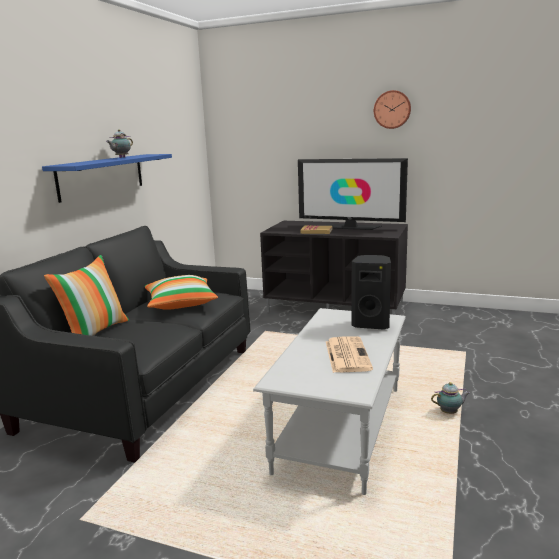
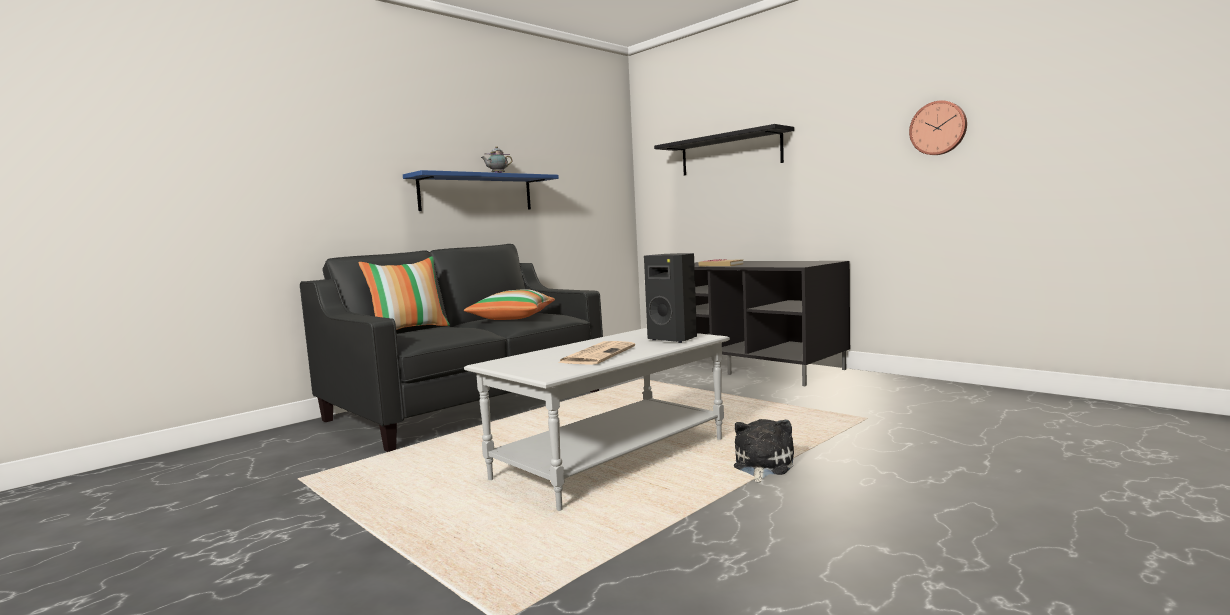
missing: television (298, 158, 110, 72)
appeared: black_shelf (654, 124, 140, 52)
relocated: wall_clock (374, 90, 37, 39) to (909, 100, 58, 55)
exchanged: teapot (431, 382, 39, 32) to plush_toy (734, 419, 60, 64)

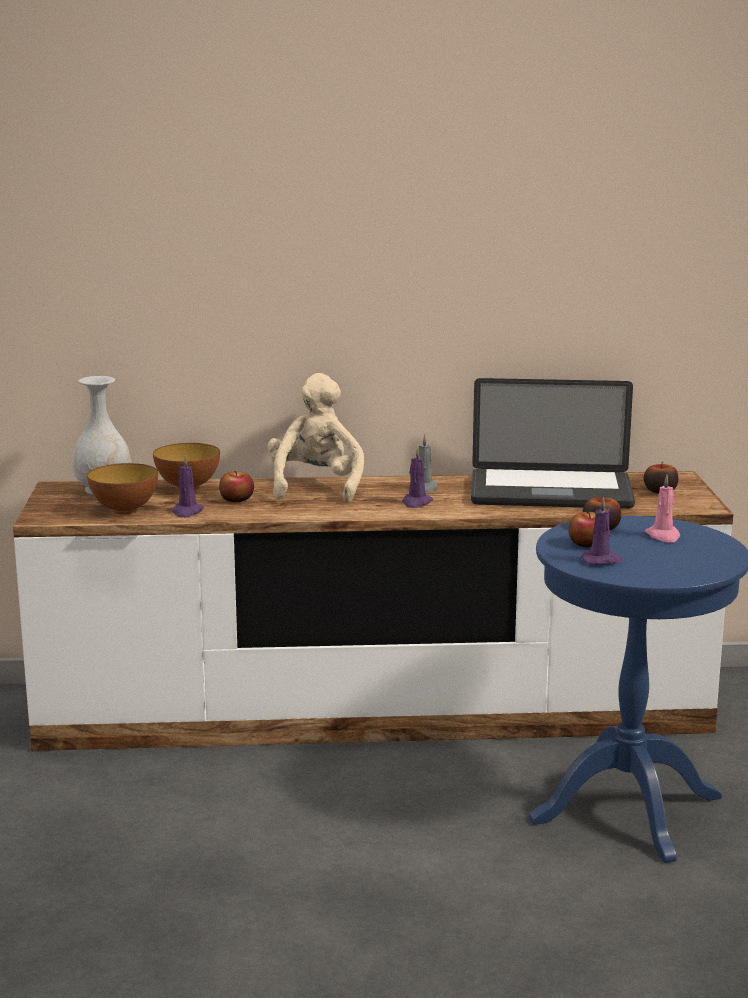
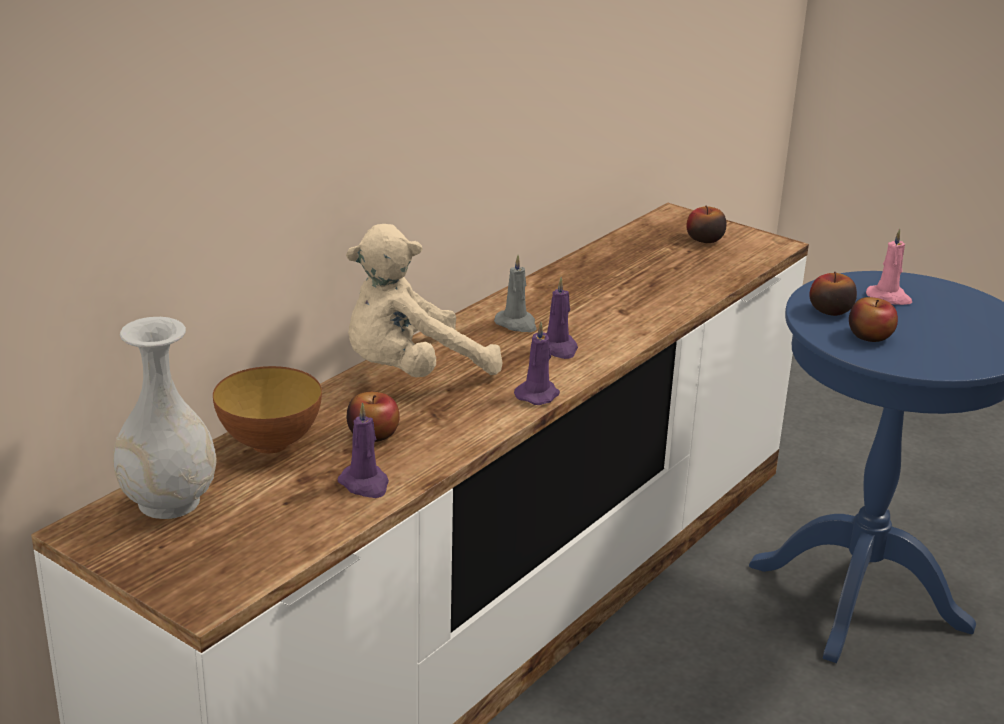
missing: bowl (87, 463, 71, 52); laptop (471, 378, 164, 131)
relocated: purple_candle (581, 497, 41, 68) to (514, 322, 46, 83)
spun: beige_plush_toy (267, 373, 97, 130) = (346, 224, 156, 153) 75 degrees counterclockwise

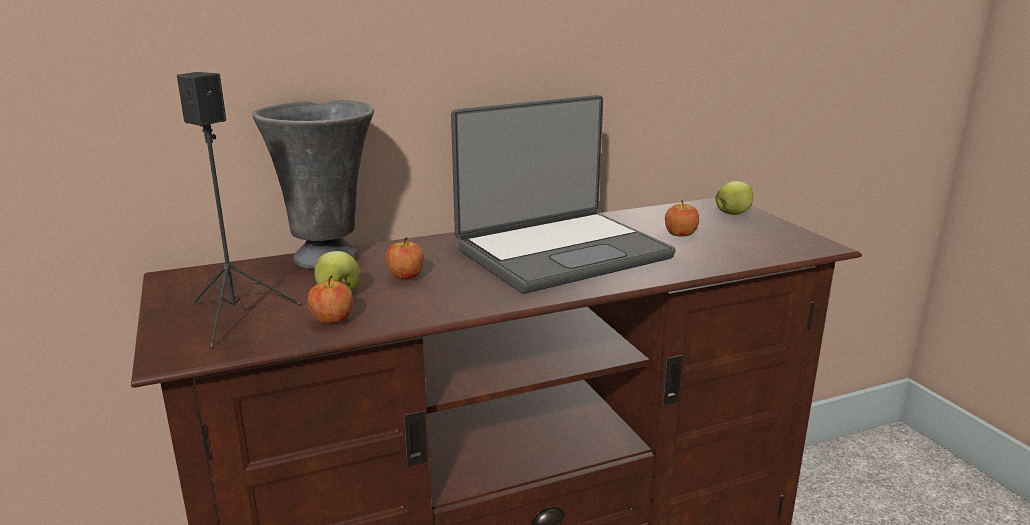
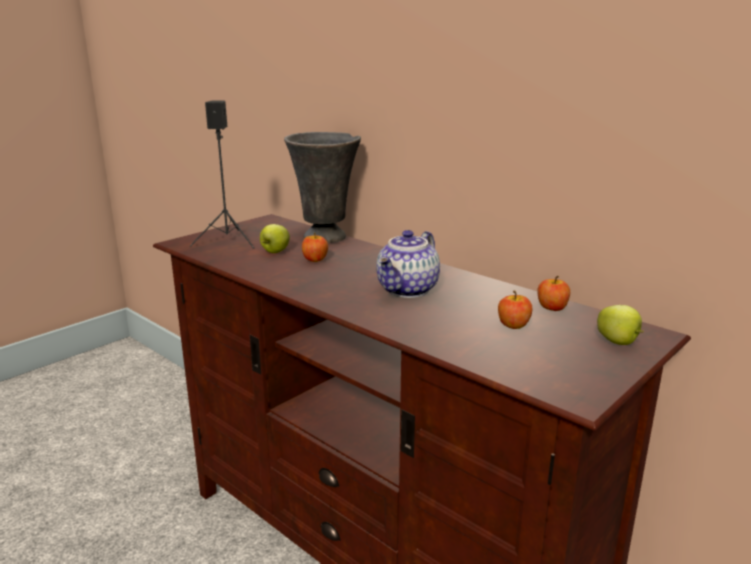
relocated: apple (308, 275, 45, 49) to (537, 276, 33, 35)
exchanged: laptop (451, 95, 225, 199) to teapot (376, 230, 64, 68)

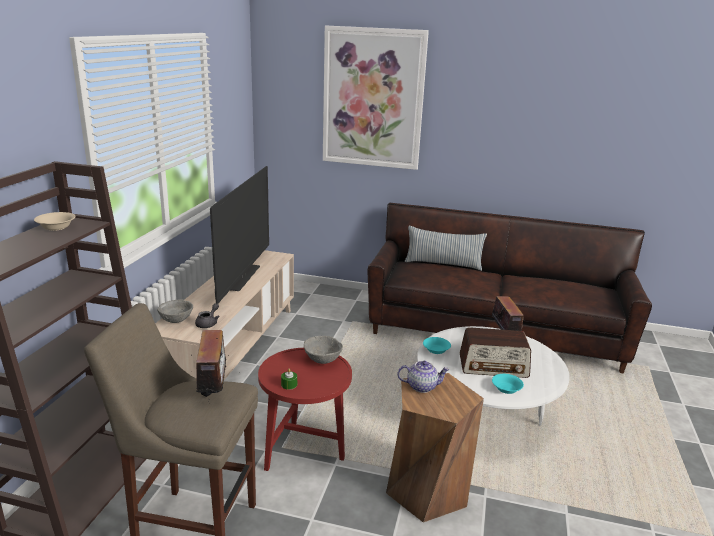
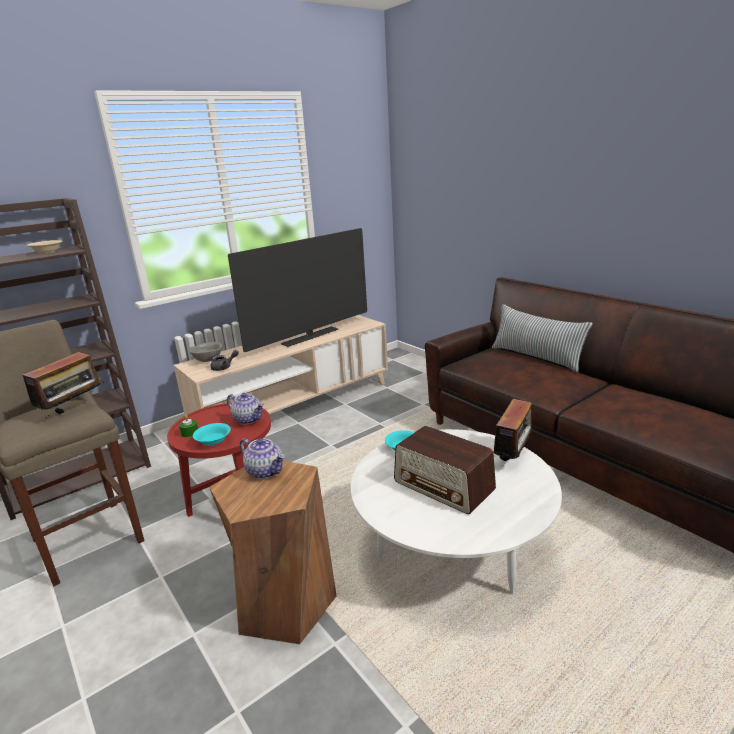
missing: picture (323, 26, 106, 144)
relocated: turquoise_bowl (492, 374, 32, 20) to (193, 423, 38, 22)
exchanged: grey_bowl (304, 336, 39, 28) to teapot (227, 393, 37, 32)

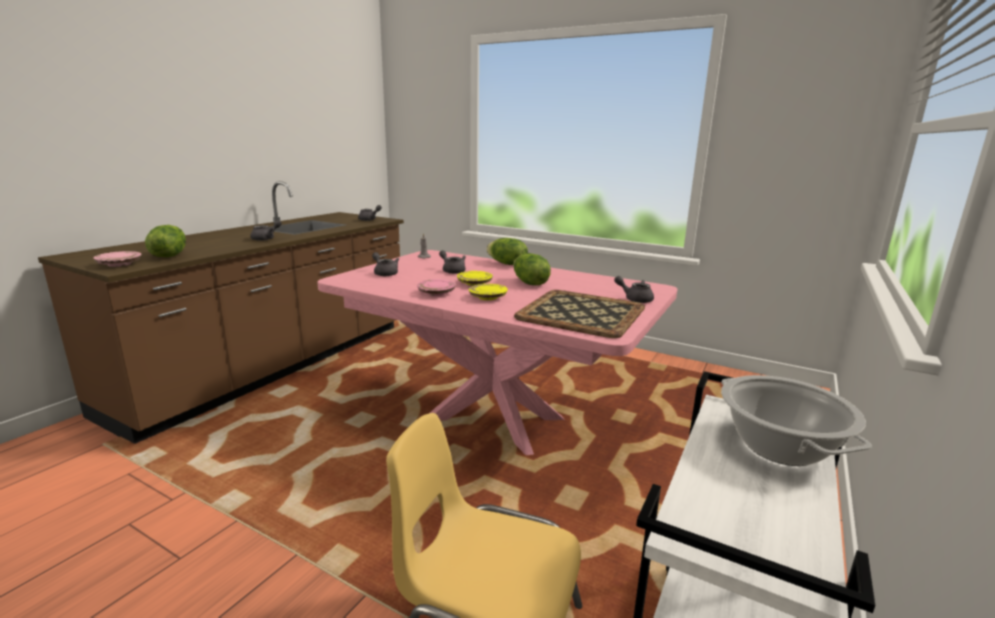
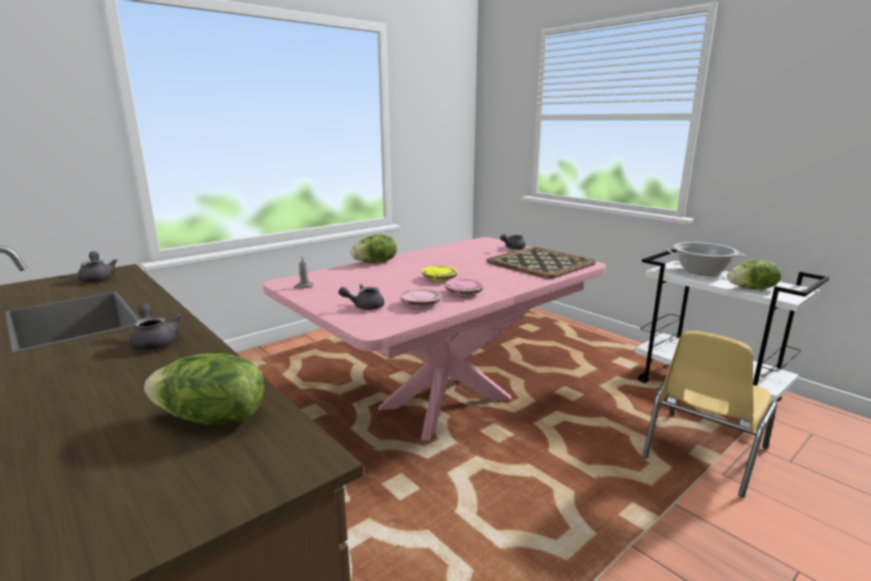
missing: grey_teapot (439, 250, 27, 24); yellow_plate (468, 284, 40, 16)
relocated: pink_plate (93, 251, 48, 16) to (400, 289, 42, 19); lettuce (513, 253, 38, 32) to (727, 259, 55, 31)

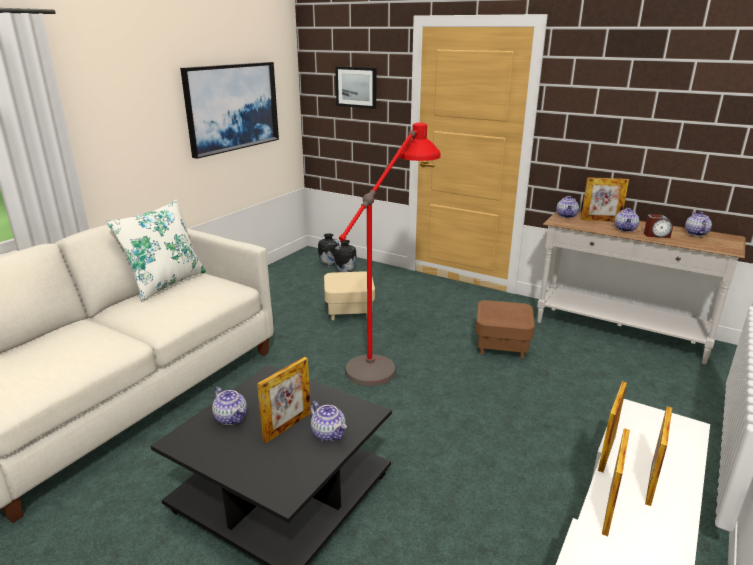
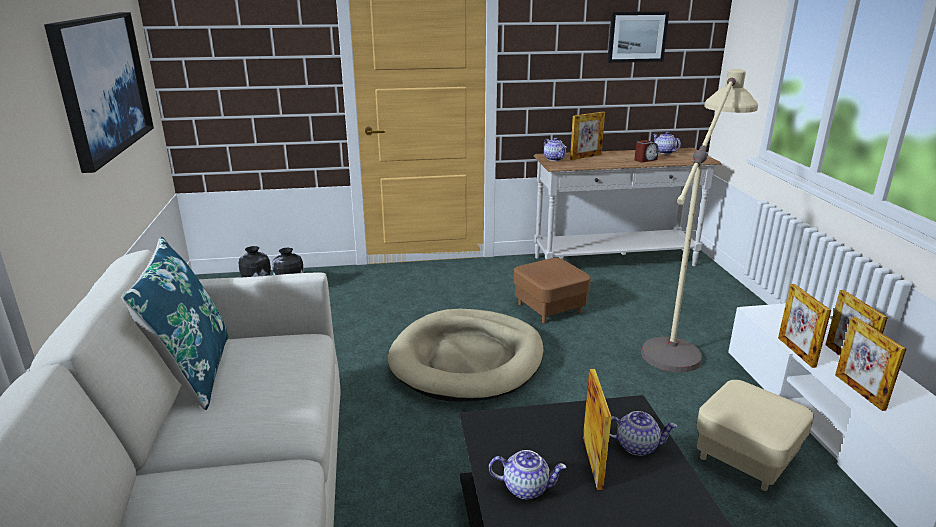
missing: teapot (614, 208, 25, 24)
appeared: beige_floor_lamp (641, 69, 117, 303)
relocated: beige_ottoman (324, 271, 51, 49) to (696, 380, 118, 111); picture (335, 66, 41, 43) to (607, 11, 62, 52)
exchanged: red_floor_lamp (339, 122, 102, 264) to beige_dog_bed (388, 309, 156, 93)
colour: white_pillow (106, 200, 100, 102) to blue_pillow (121, 237, 108, 173)

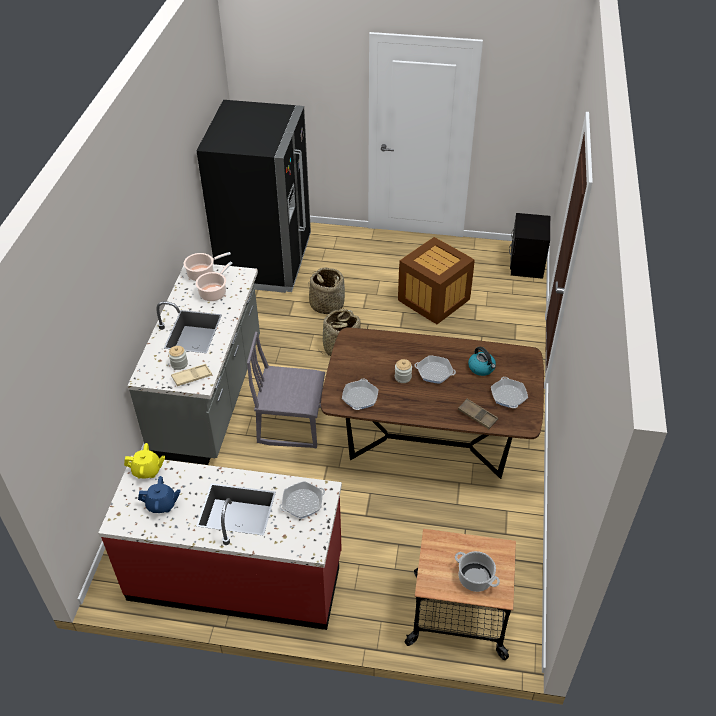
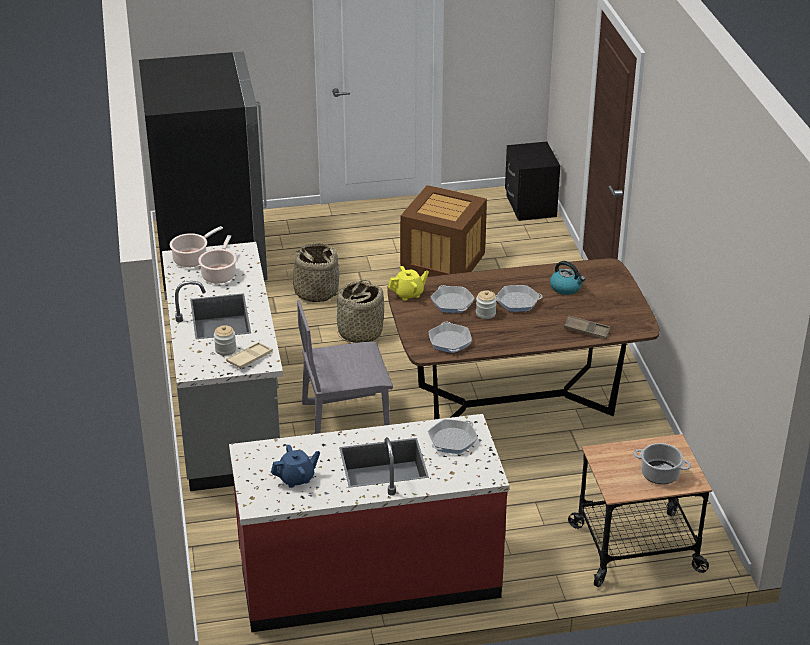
relocated: yellow_teapot (124, 443, 41, 35) to (388, 266, 41, 35); frying_pan (491, 377, 37, 31) to (431, 285, 44, 28)

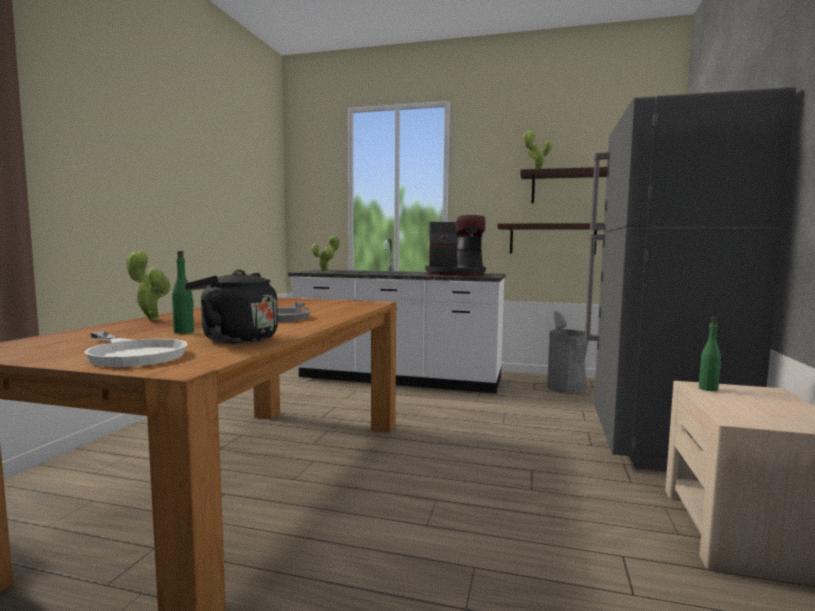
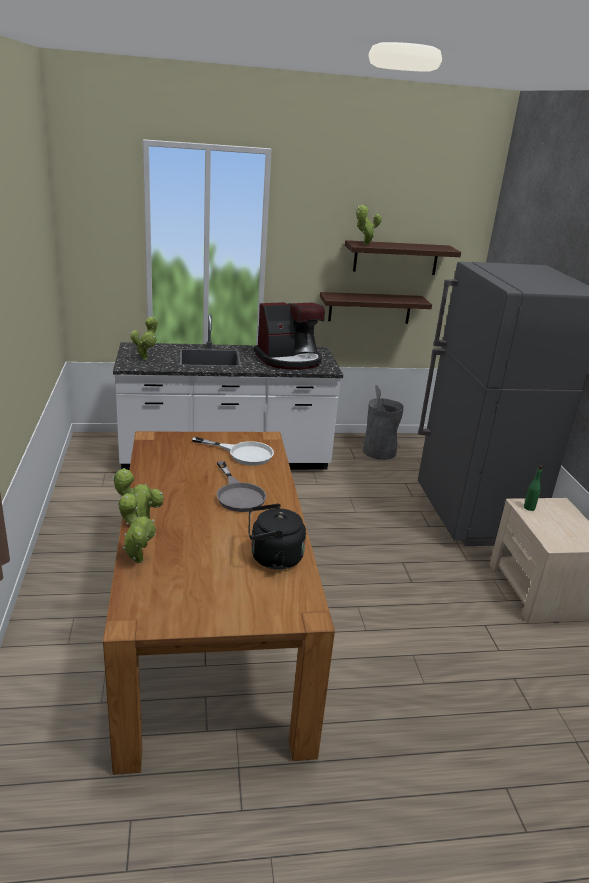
missing: green_bottle (172, 251, 22, 83)
appeared: potted_plant (118, 493, 38, 70)
relocated: white_frying_pan (84, 331, 104, 36) to (192, 437, 82, 28)

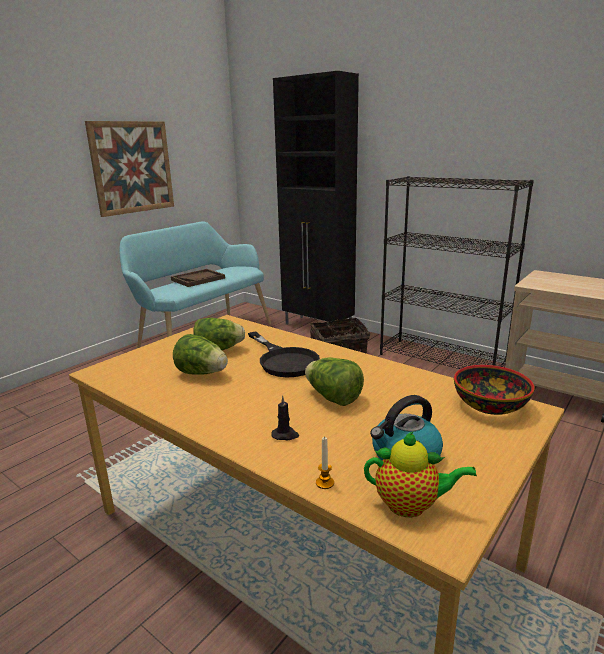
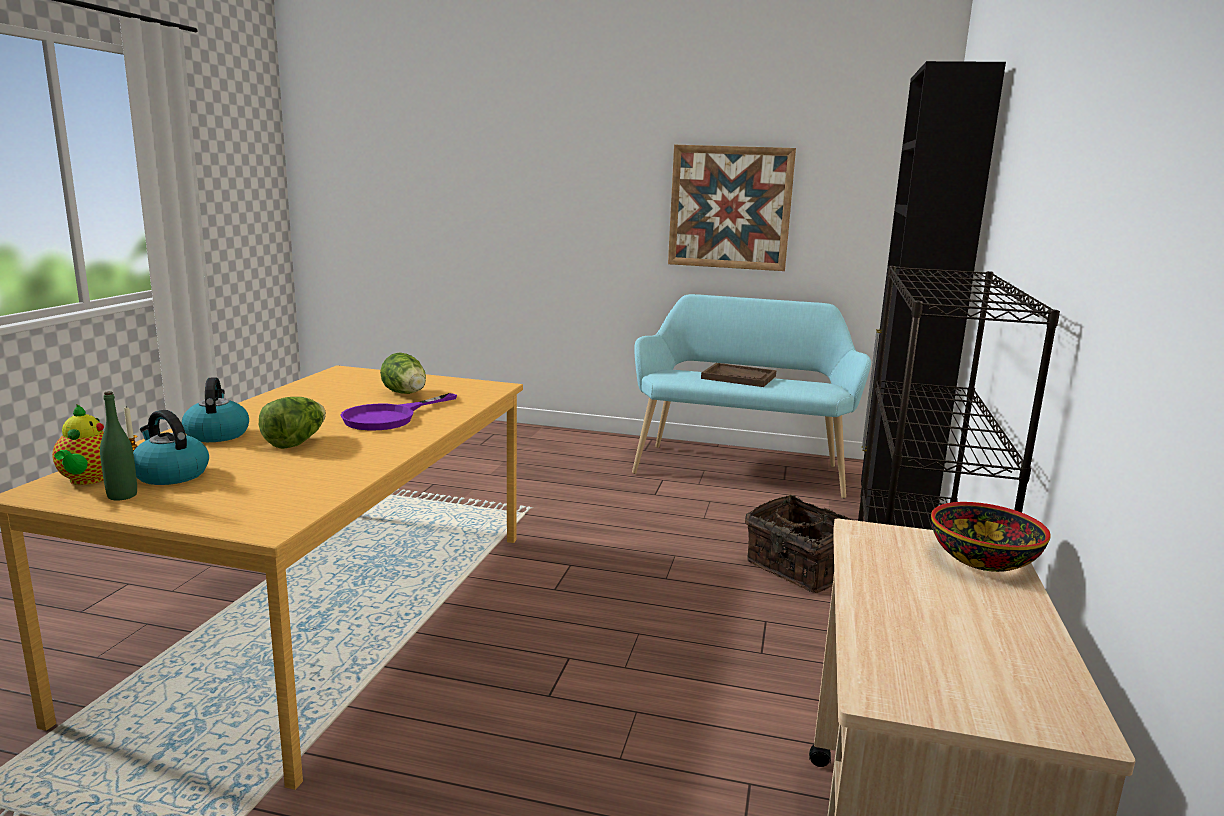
missing: lettuce (173, 334, 55, 40)
appeared: green_bottle (100, 391, 37, 109)
relocated: bowl (454, 365, 81, 50) to (931, 502, 120, 70)
exchanged: black_candle (271, 396, 28, 44) to kettle (182, 377, 67, 65)
colour: black_frying_pan (248, 332, 72, 45) to purple_frying_pan (340, 393, 117, 37)

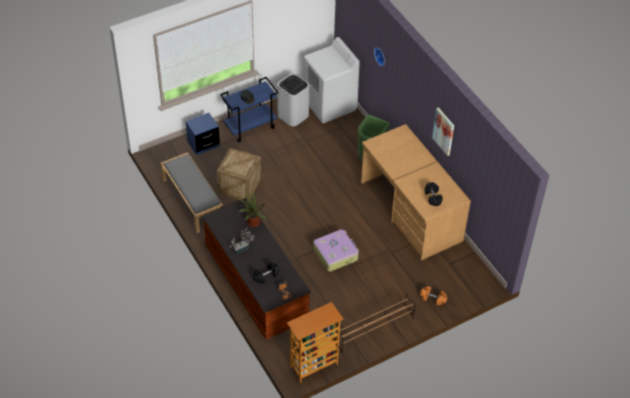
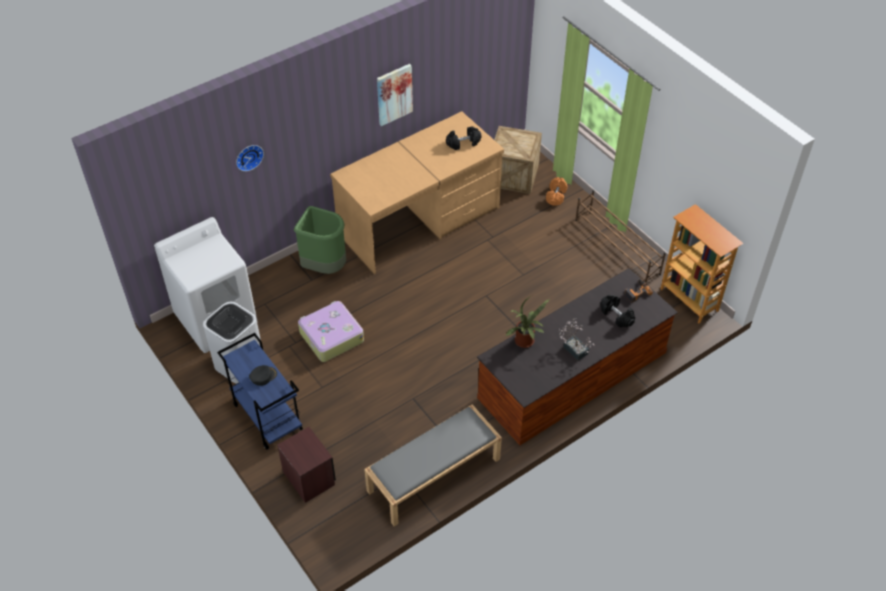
relocated: crate (217, 148, 44, 53) to (494, 126, 48, 68); suitcase (313, 229, 46, 43) to (298, 301, 66, 61)
colour: blue_nightstand (186, 113, 34, 42) to brown_nightstand (277, 427, 59, 76)

